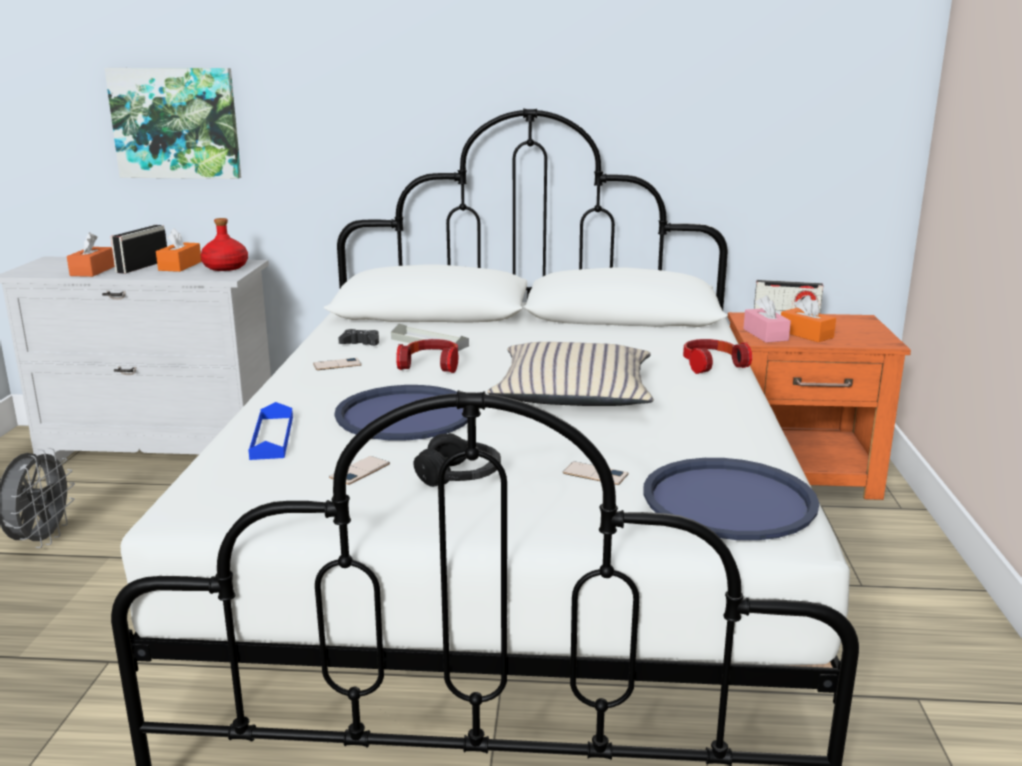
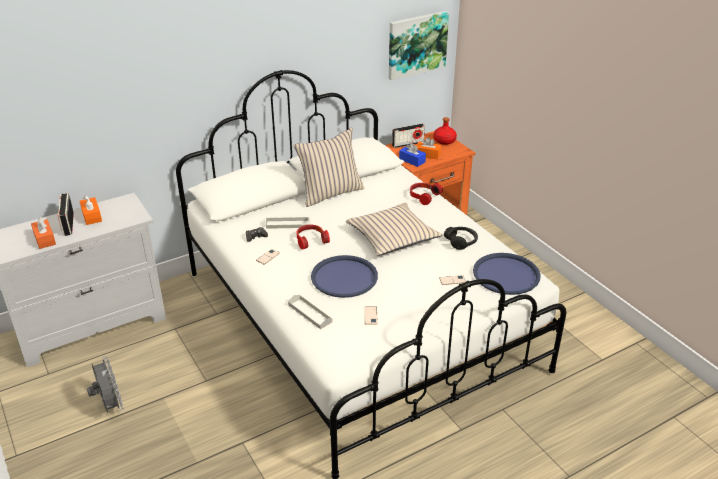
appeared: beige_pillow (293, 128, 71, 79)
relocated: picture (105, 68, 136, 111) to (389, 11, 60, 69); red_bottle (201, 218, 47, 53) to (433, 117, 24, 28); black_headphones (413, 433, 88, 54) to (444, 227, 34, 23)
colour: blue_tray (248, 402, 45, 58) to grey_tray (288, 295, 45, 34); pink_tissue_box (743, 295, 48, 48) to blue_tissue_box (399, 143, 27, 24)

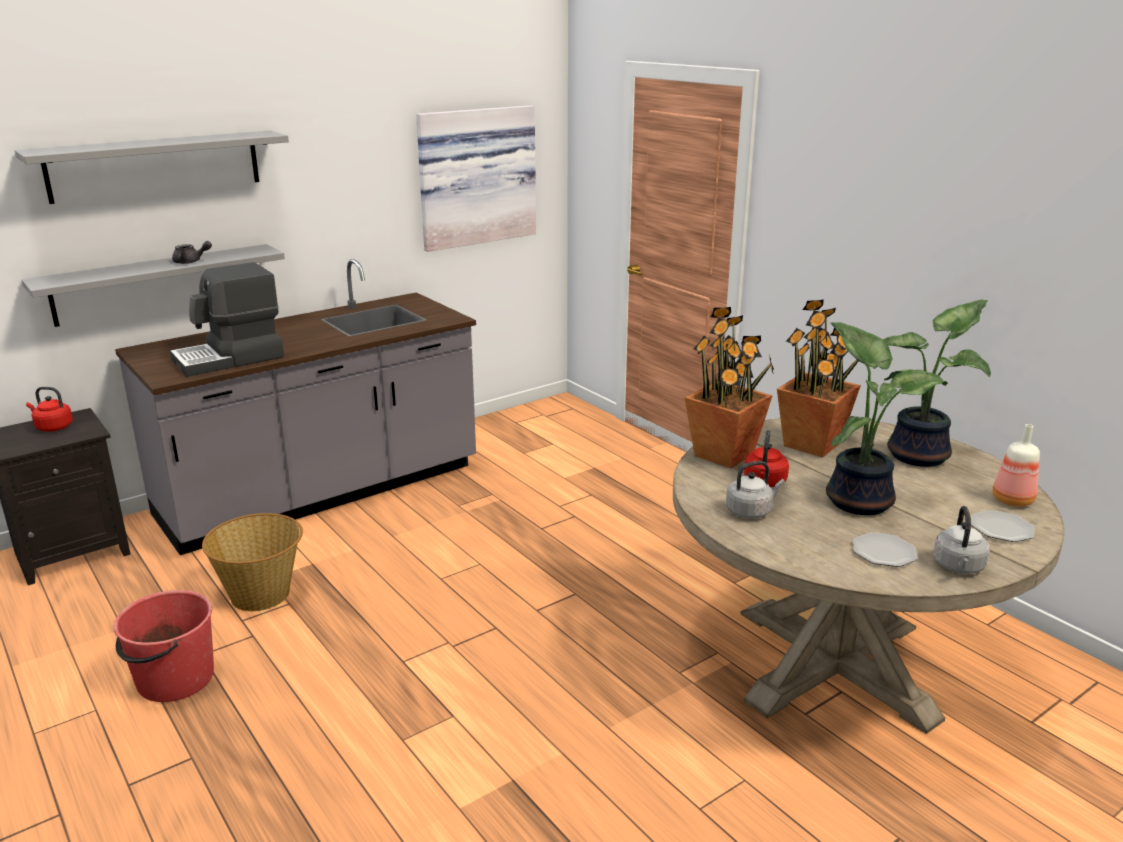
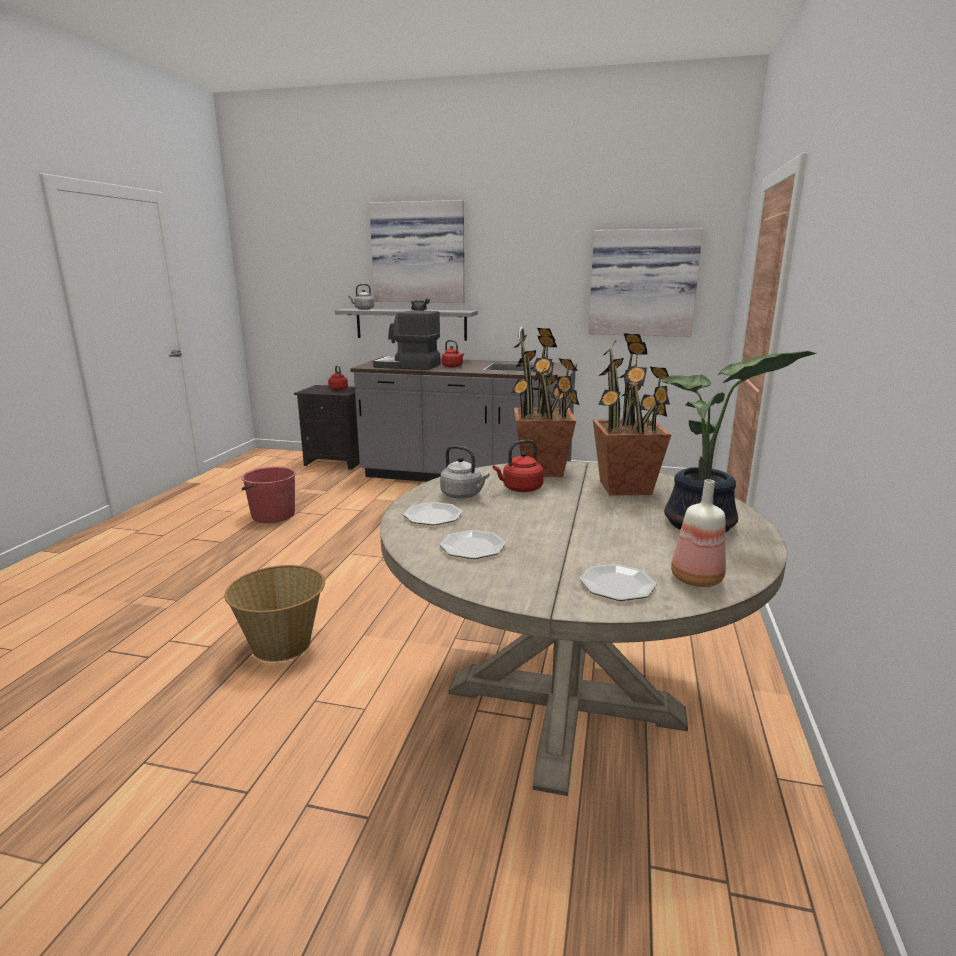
missing: potted_plant (826, 322, 122, 193)
appeared: plate (403, 502, 60, 23); red_kettle (442, 340, 22, 27)
relocated: basket (202, 513, 101, 98) to (224, 565, 101, 97); grey_kettle (933, 506, 57, 68) to (348, 284, 26, 26)
exchanged: grey_shelf (15, 131, 274, 73) to picture (369, 200, 95, 103)

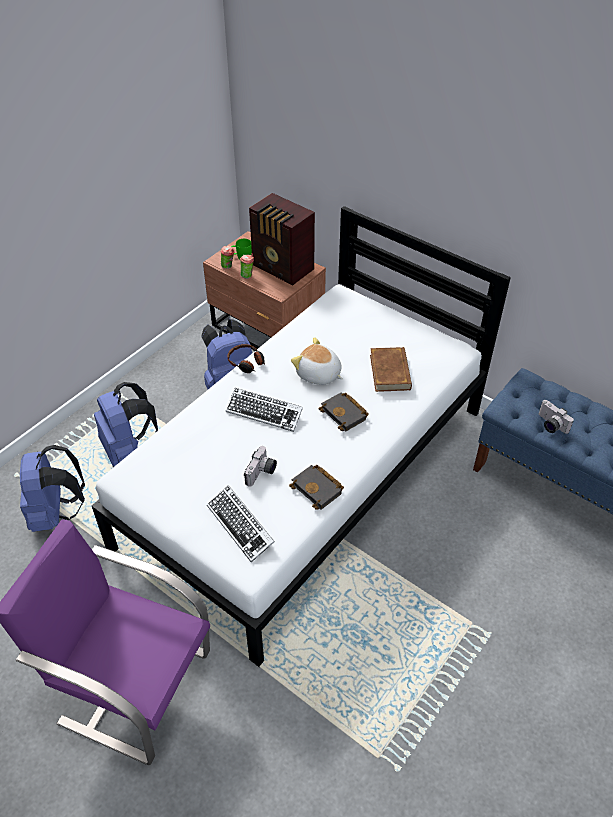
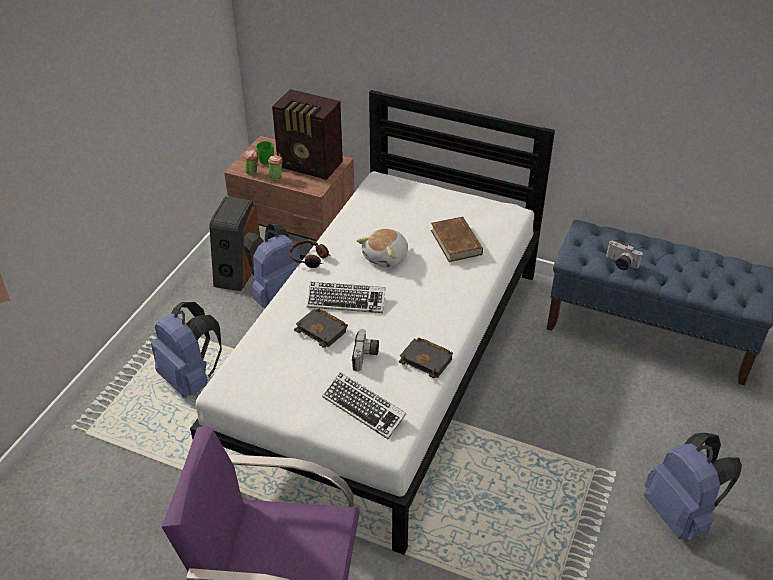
appeared: speaker (209, 196, 51, 95)
relocated: blue_backpack (20, 445, 65, 87) to (644, 433, 98, 107); black_book (318, 393, 51, 39) to (294, 309, 54, 39)
spun: plush_toy (291, 337, 52, 48) = (357, 228, 51, 40) 75 degrees counterclockwise

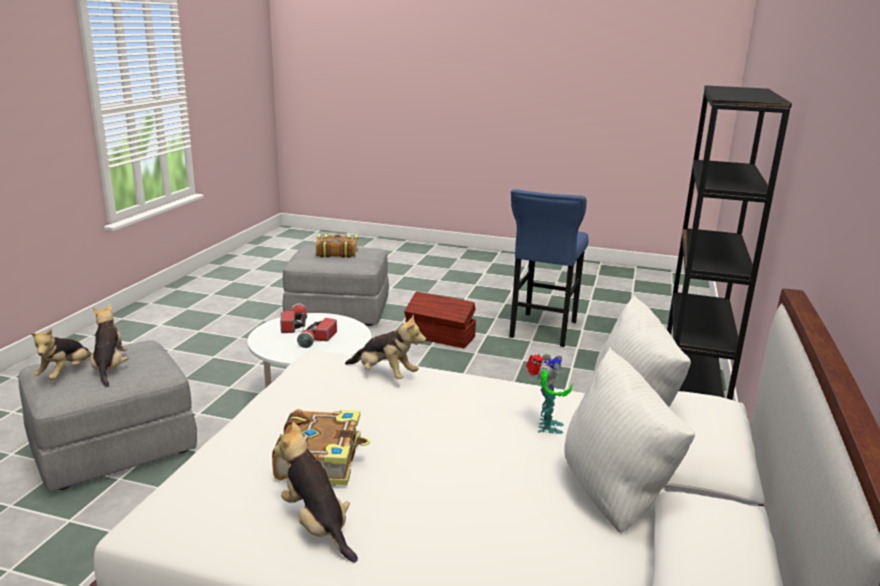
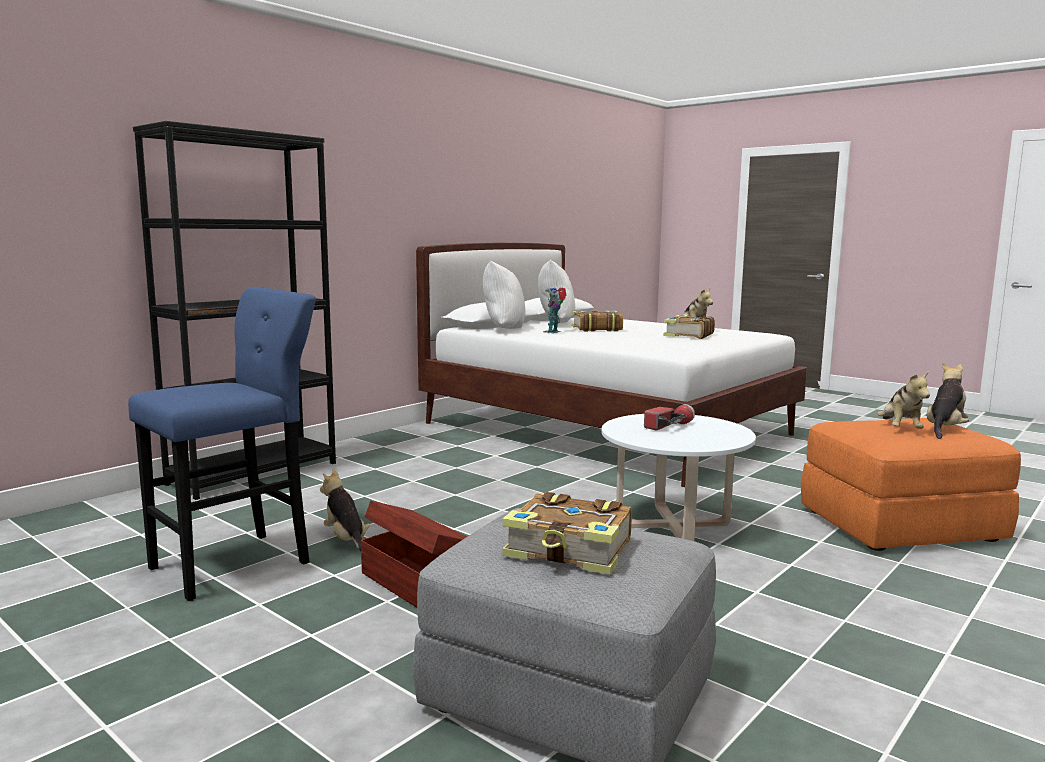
missing: flashlight (280, 303, 27, 30)
appeared: book (572, 310, 51, 21)
relocated: plush_toy (345, 315, 81, 64) to (320, 469, 50, 82)
colour: grey_ottoman (18, 340, 179, 152) to orange_ottoman (801, 418, 220, 133)

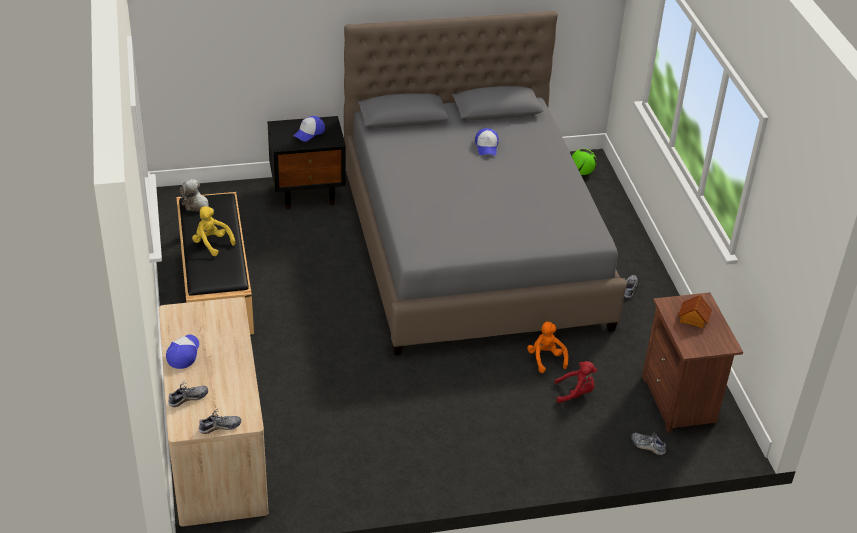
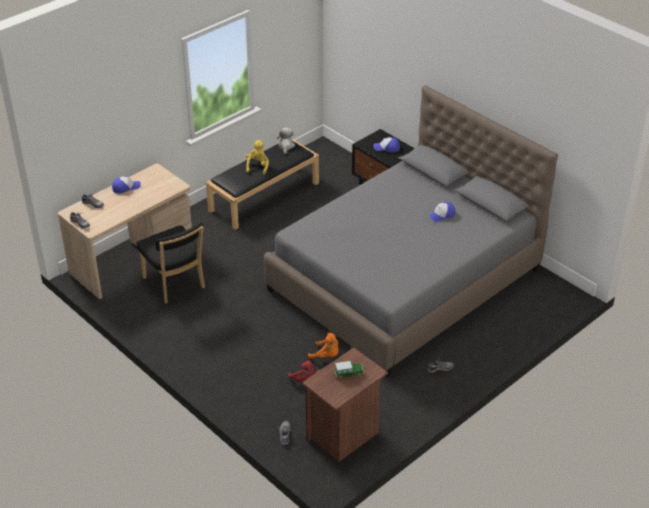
missing: football (572, 149, 25, 26)
appeared: black_chair (137, 222, 68, 82)
exchanged: toy_house (678, 295, 34, 33) to toy_car (334, 361, 30, 17)
spun: orange_plush_toy (527, 321, 41, 52) = (308, 333, 31, 26) 75 degrees clockwise

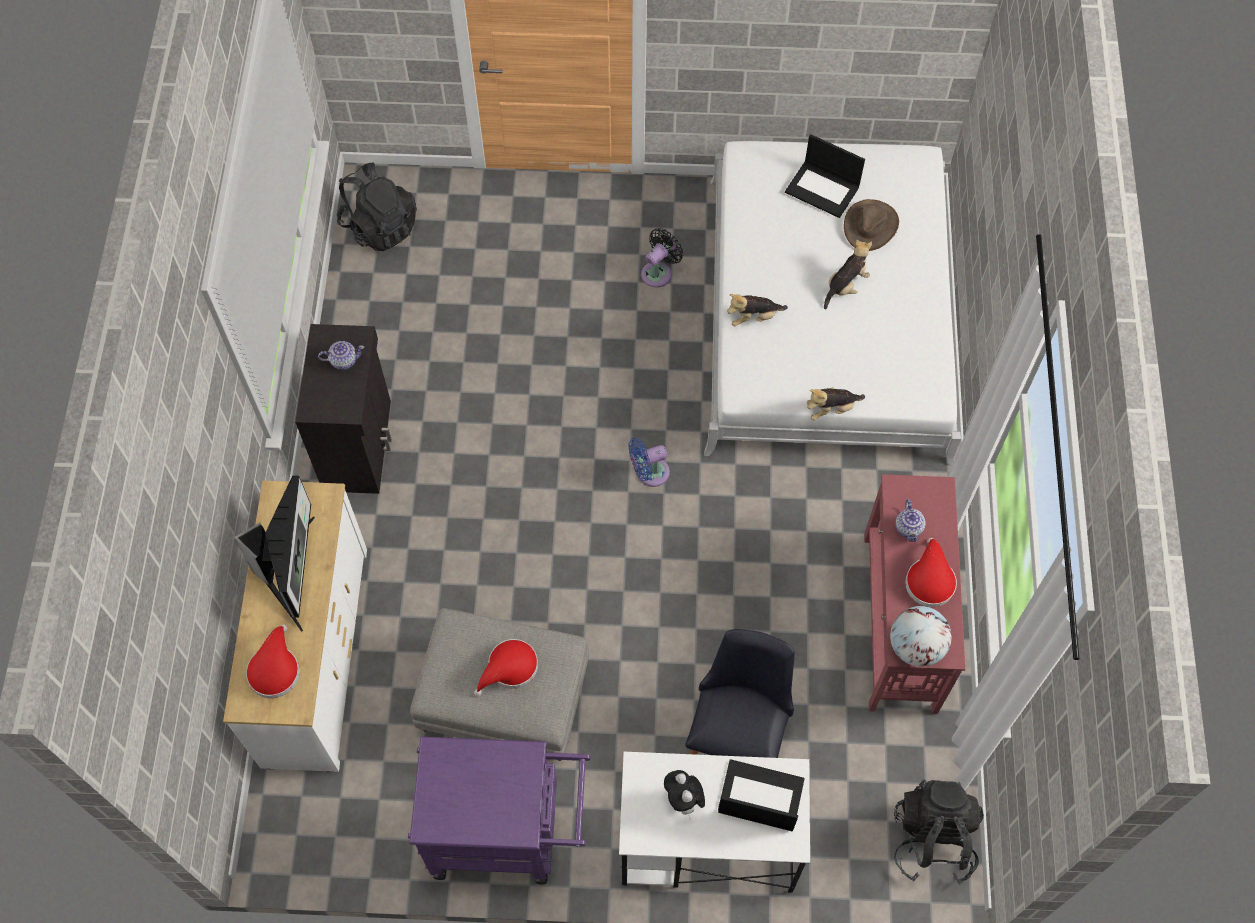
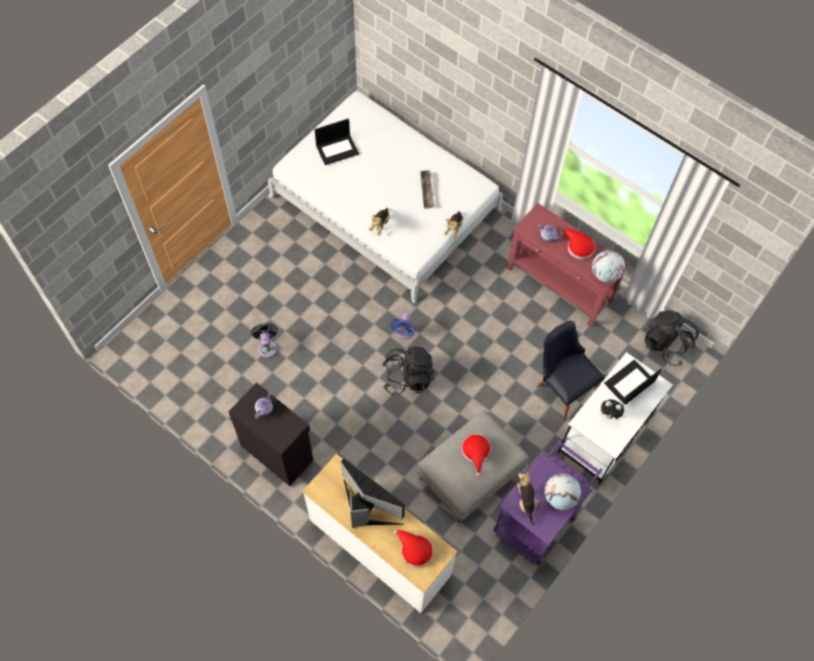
missing: brown_hat (844, 199, 55, 52)
appeared: tray (420, 170, 14, 39); globe (544, 473, 37, 37)
relocated: black_backpack (337, 163, 80, 88) to (382, 346, 52, 50); black_fan (641, 228, 42, 60) to (251, 323, 27, 35); plush_toy (824, 240, 48, 70) to (517, 472, 23, 53)

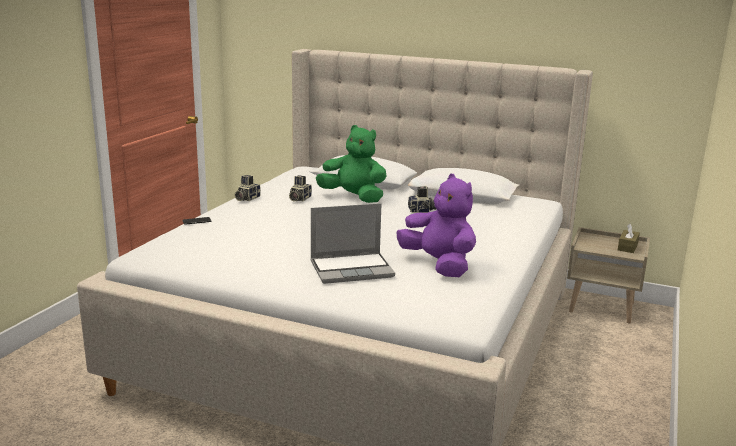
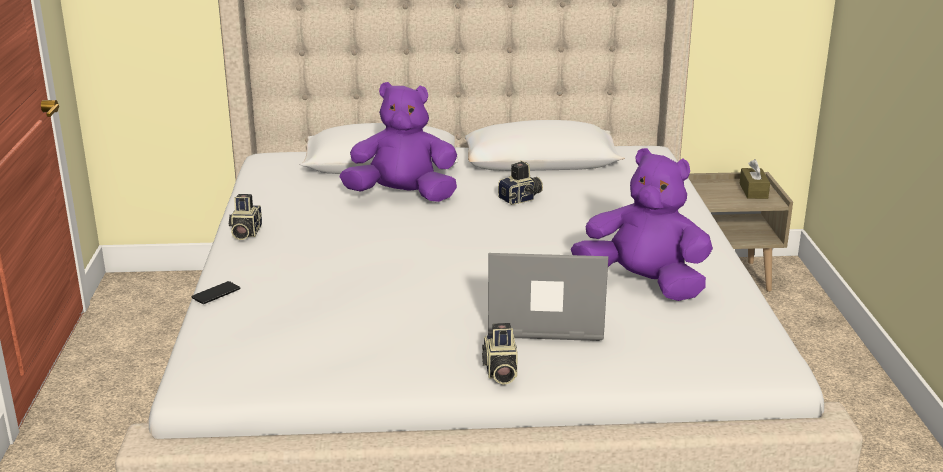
relocated: photo_camera (289, 175, 23, 26) to (482, 323, 36, 62)
colour: green_plush_toy (316, 125, 71, 78) to purple_plush_toy (340, 82, 117, 120)
spun: laptop (310, 203, 85, 81) = (488, 253, 120, 88) 135 degrees counterclockwise

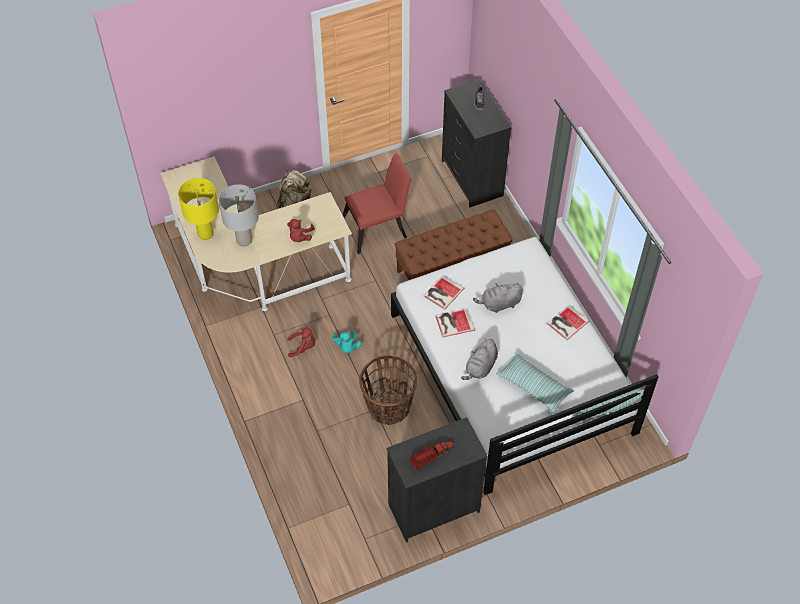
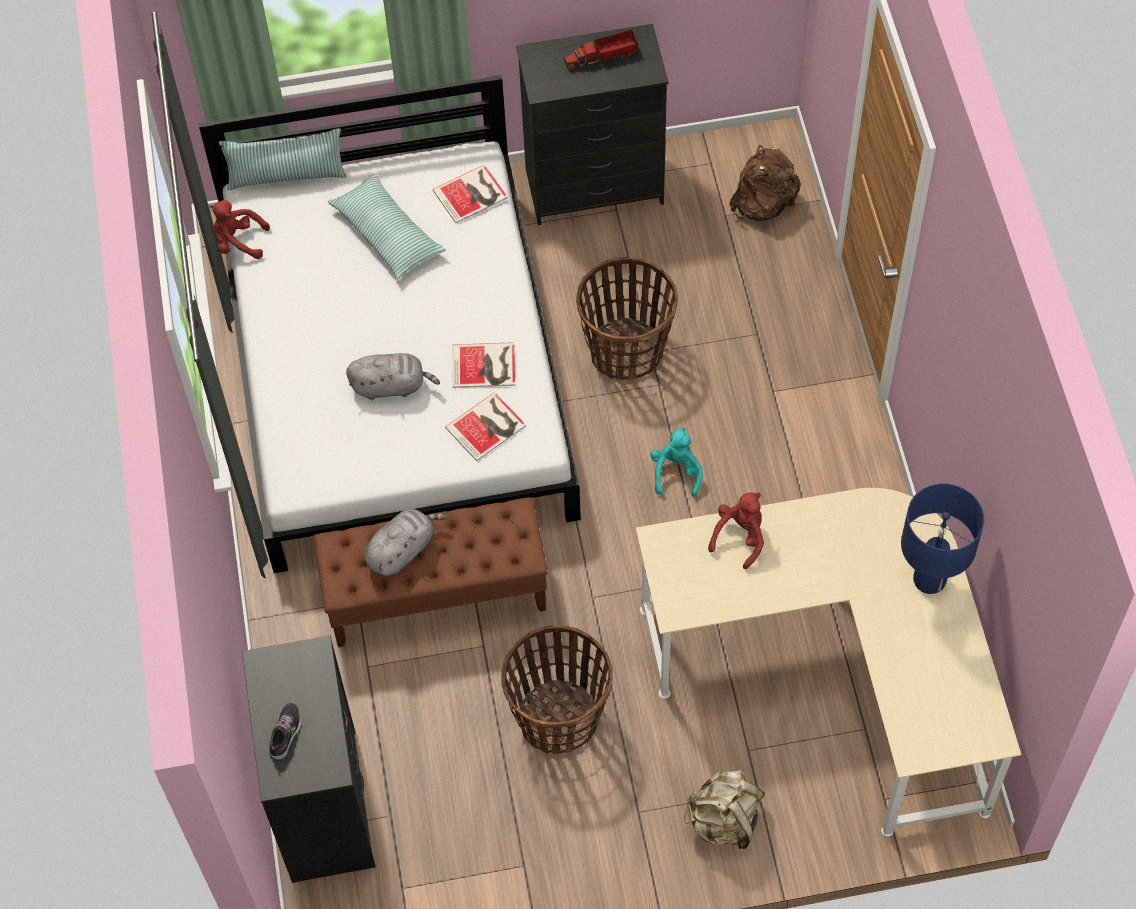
missing: grey_table_lamp (219, 184, 40, 63)
appeared: brown_backpack (729, 145, 72, 76)
relocated: red_plush_toy (287, 328, 28, 29) to (210, 200, 60, 59); grey_plush_toy (461, 339, 37, 41) to (364, 509, 83, 67); book (547, 304, 43, 36) to (432, 165, 76, 58)
exchanged: red_chair (342, 153, 69, 101) to basket (501, 625, 112, 129)
colour: yellow_table_lamp (178, 178, 41, 62) to blue_table_lamp (901, 484, 83, 110)

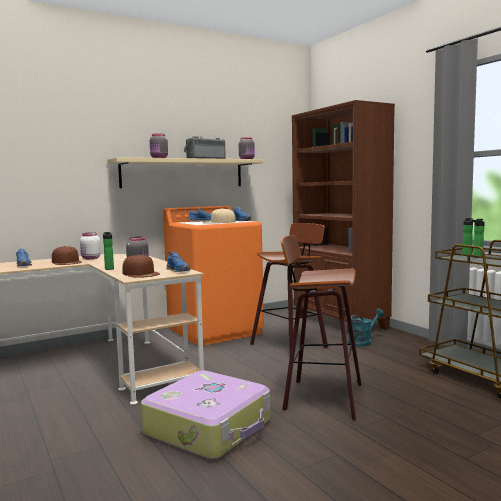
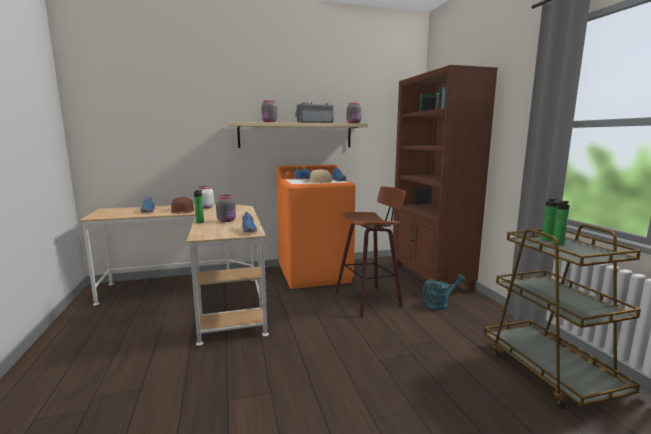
missing: brown_cap (122, 255, 38, 23); suitcase (141, 371, 129, 88); stool (281, 235, 81, 186)

